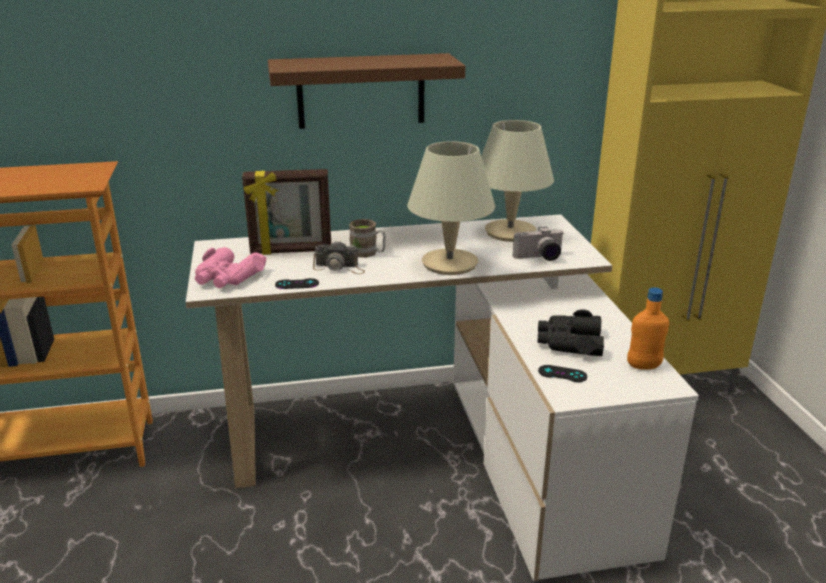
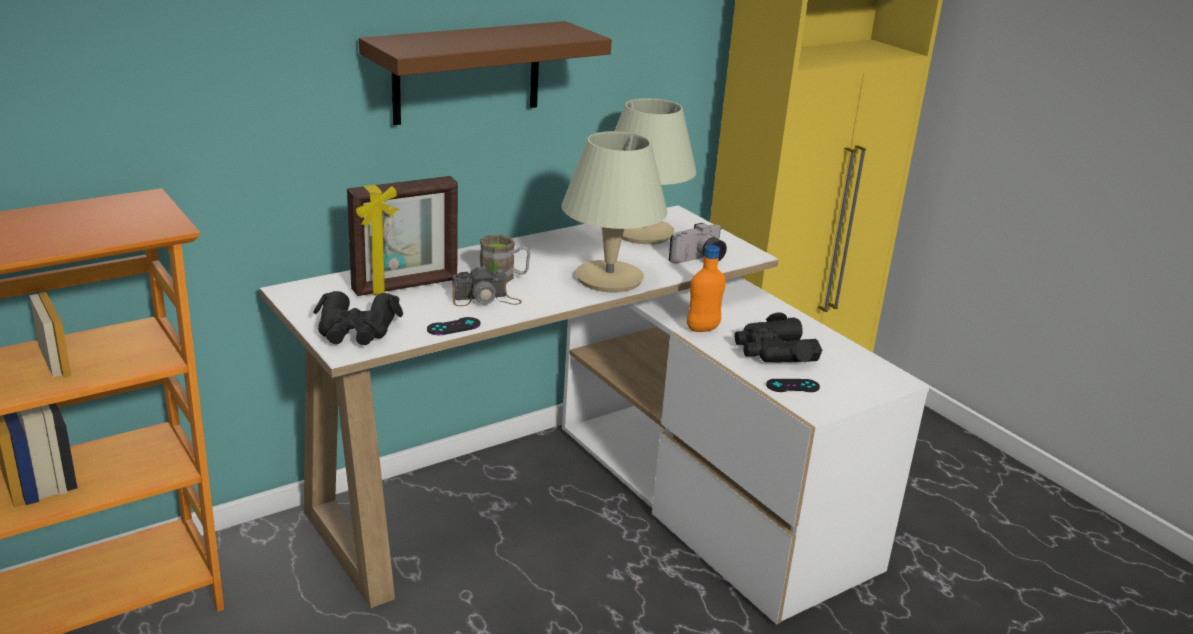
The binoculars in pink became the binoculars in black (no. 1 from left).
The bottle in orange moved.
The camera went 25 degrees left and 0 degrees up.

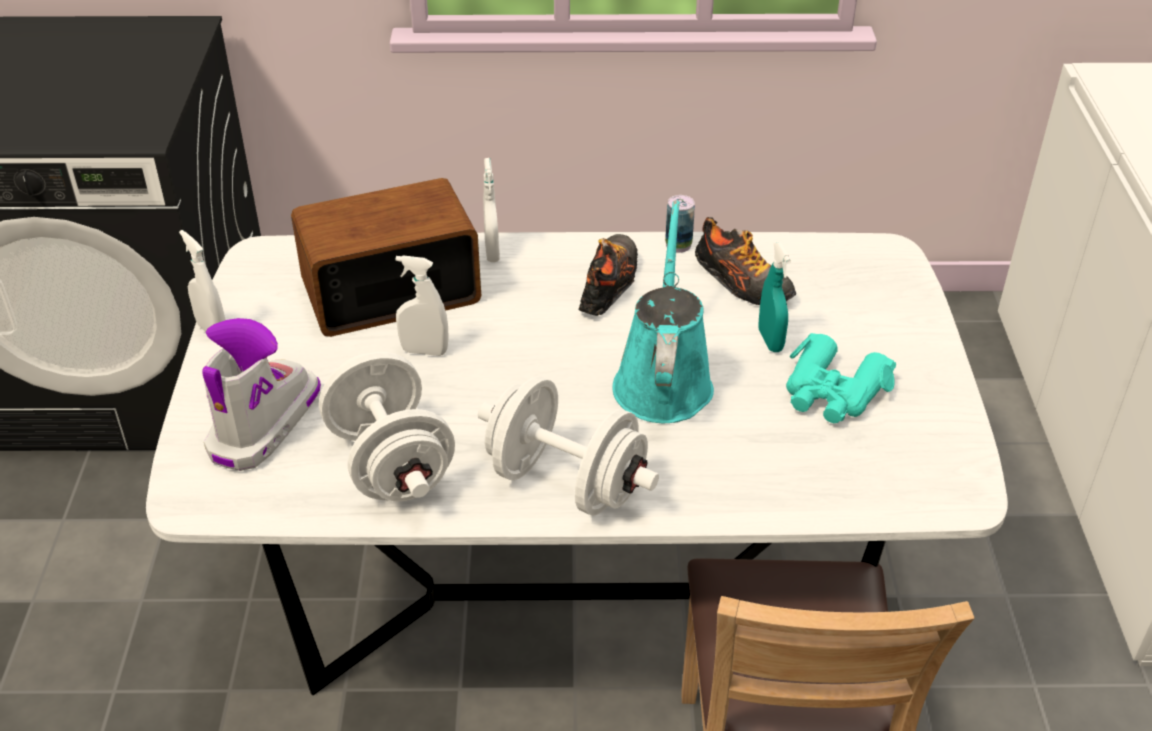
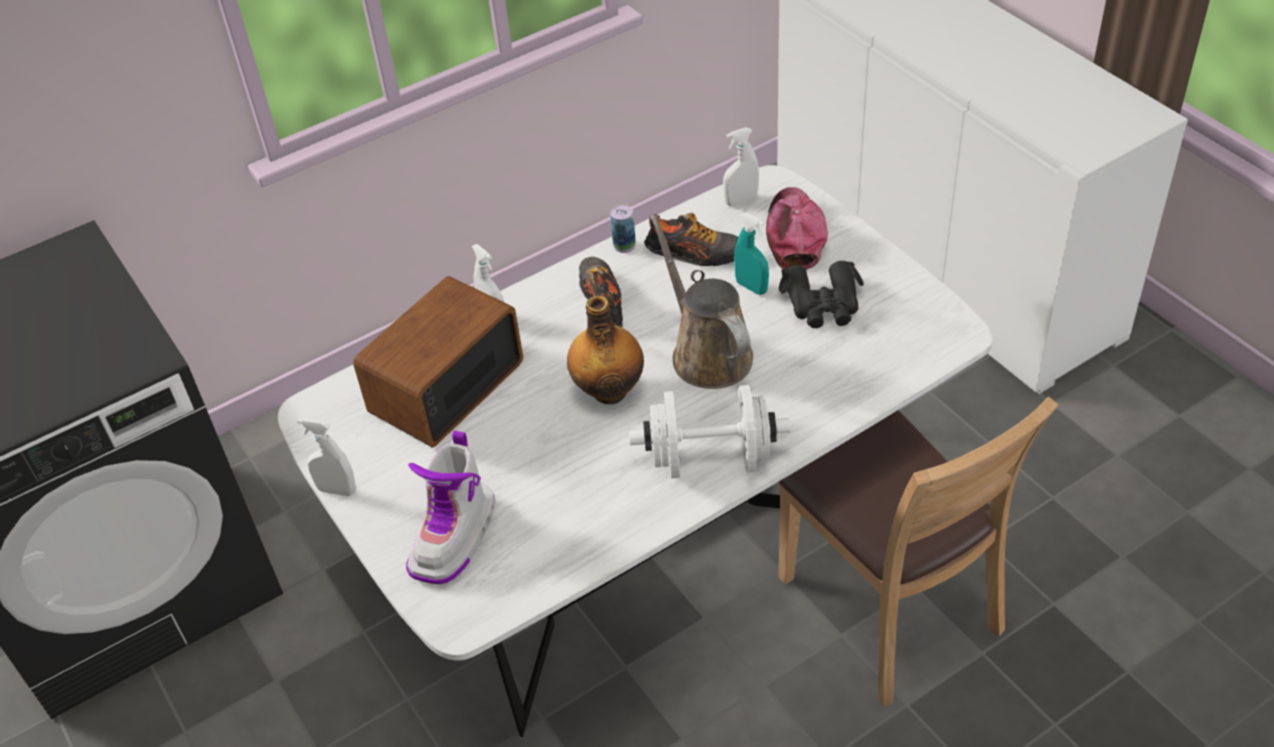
The boot turned 150 degrees counterclockwise.
The bottle appeared.
The watering can in turquoise became the watering can in brown.
The spray bottle in white (no. 2 from left in the first image) moved.
The cap appeared.
The binoculars in turquoise became the binoculars in black.
The dumbbell in white (no. 1 from left) disappeared.
The camera went 30 degrees left and 5 degrees up.

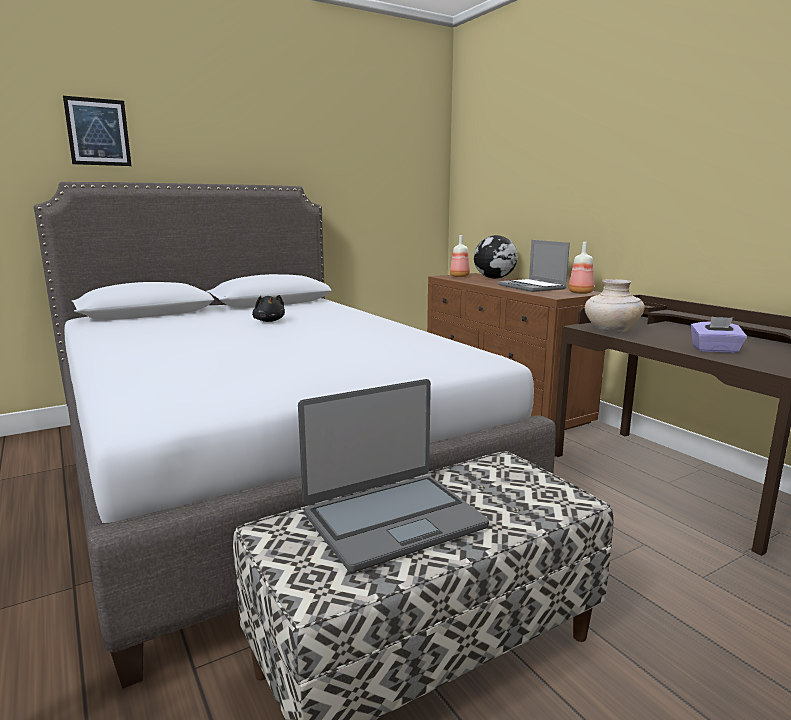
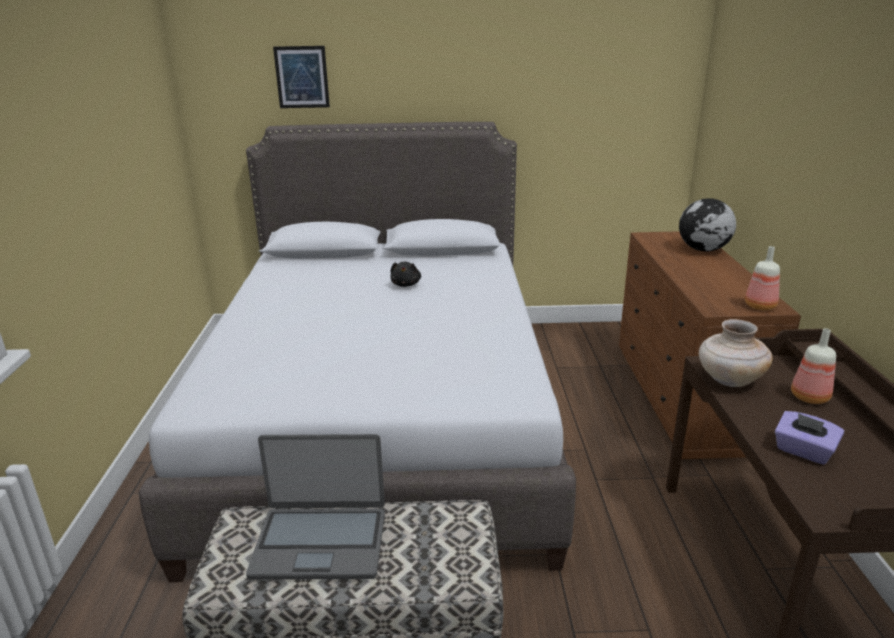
The bottle (no. 1 from left in the first image) moved.
The laptop (no. 2 from left) disappeared.
The camera went 30 degrees right and 10 degrees up.

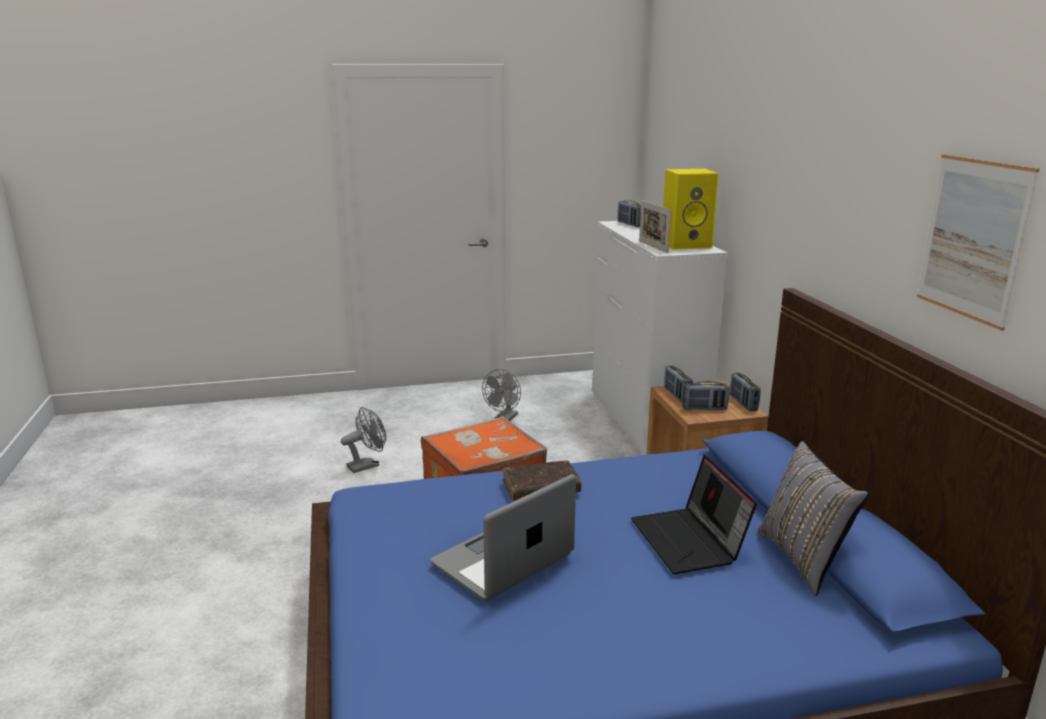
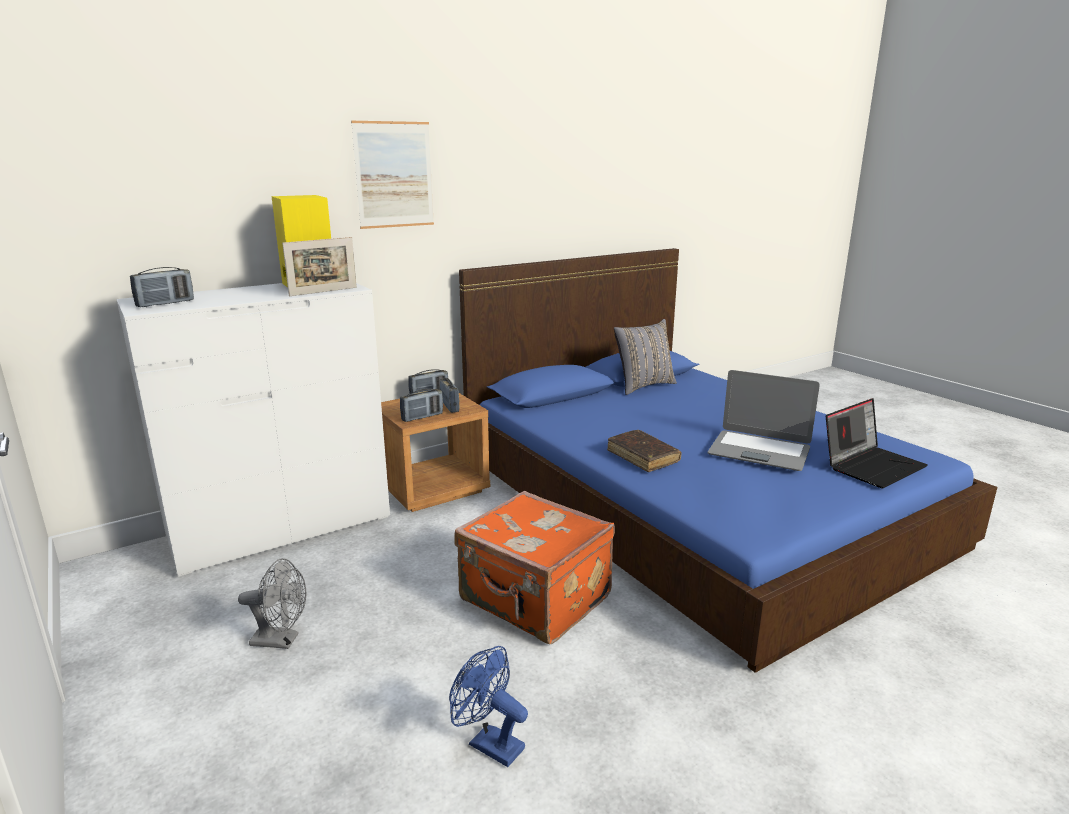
The picture moved.
The fan in grey (no. 1 from left) became the fan in blue.
The laptop (no. 2 from left) moved.
The camera went 110 degrees left and 0 degrees up.

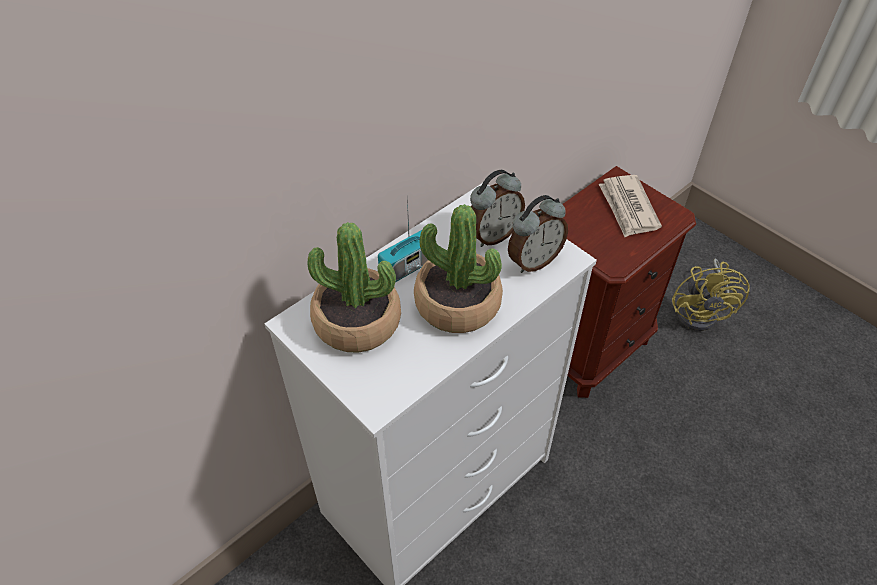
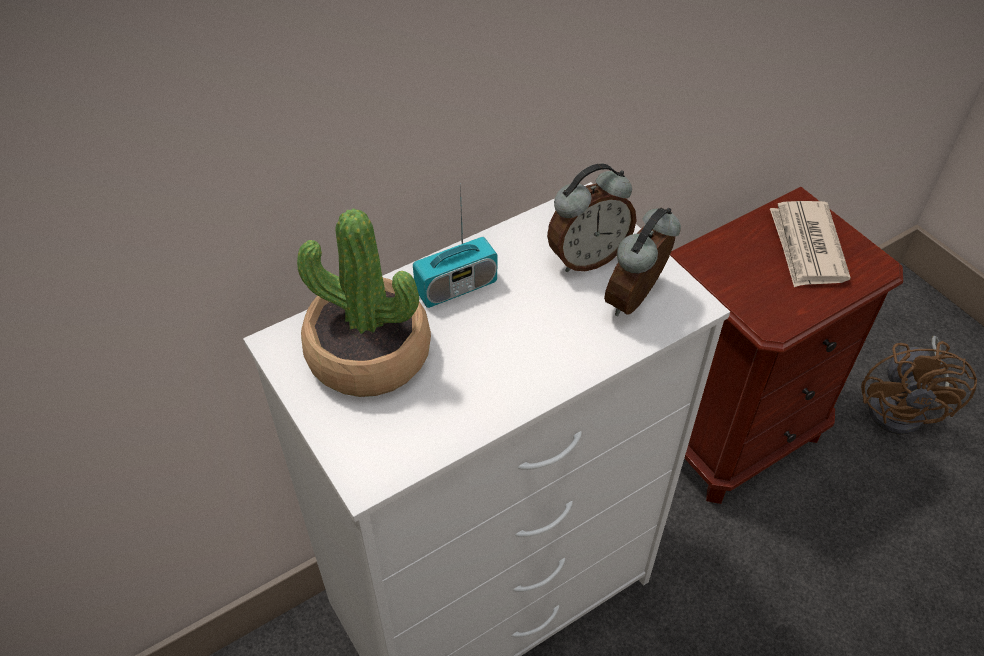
The alarm clock (no. 2 from left) turned 150 degrees clockwise.
The fan in yellow became the fan in brown.
The potted plant (no. 2 from left) disappeared.
The camera went 10 degrees right and 0 degrees up.

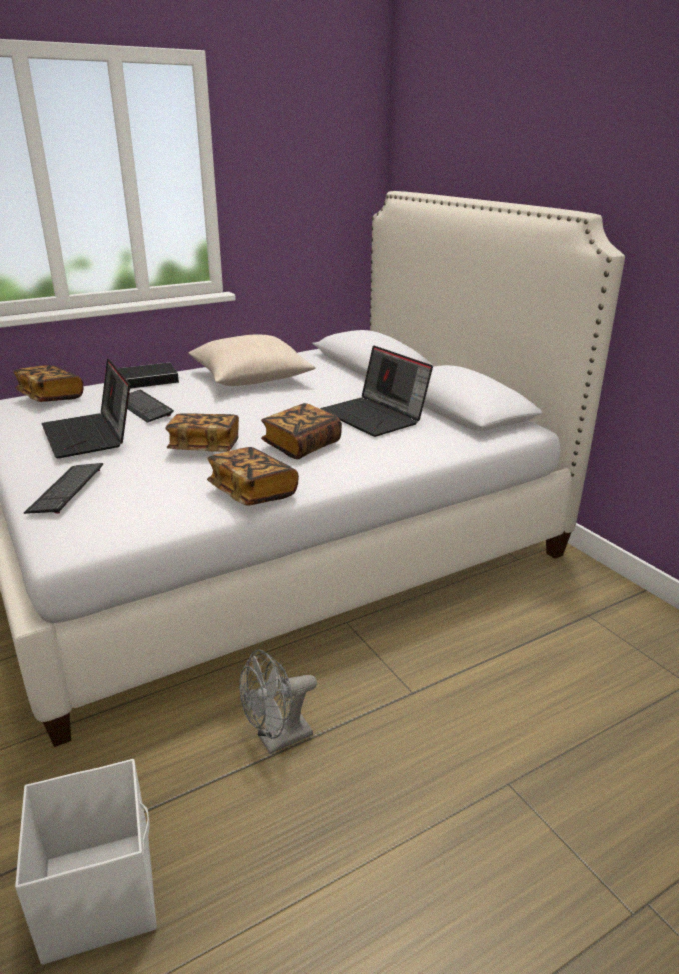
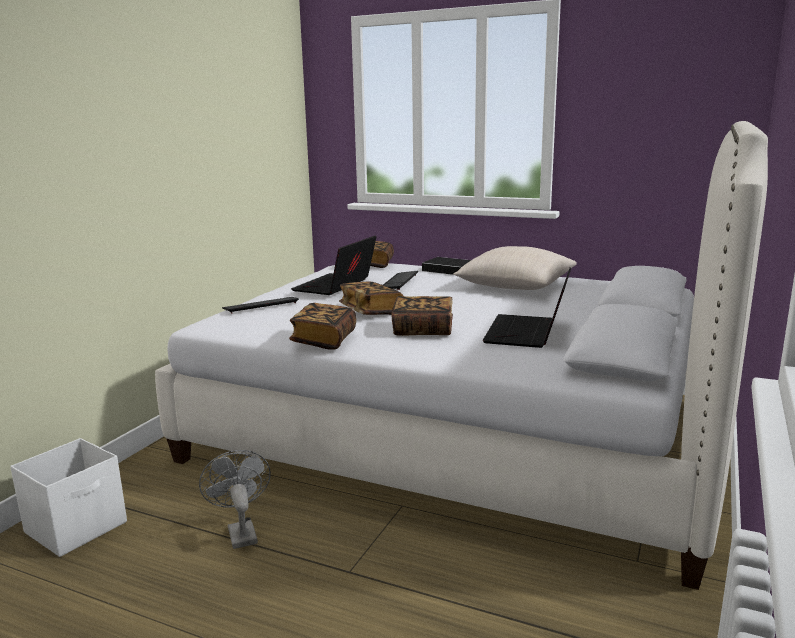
The fan in grey turned 45 degrees clockwise.
The camera went 55 degrees right and 10 degrees down.

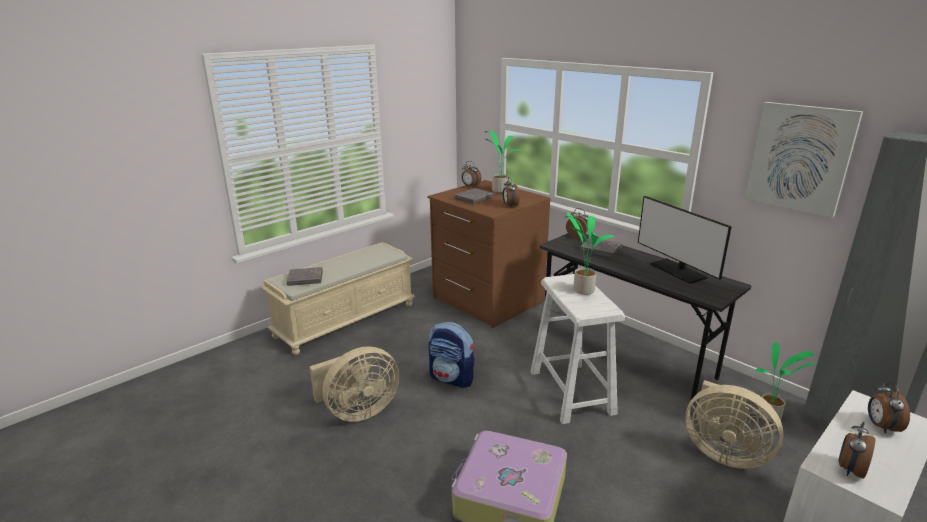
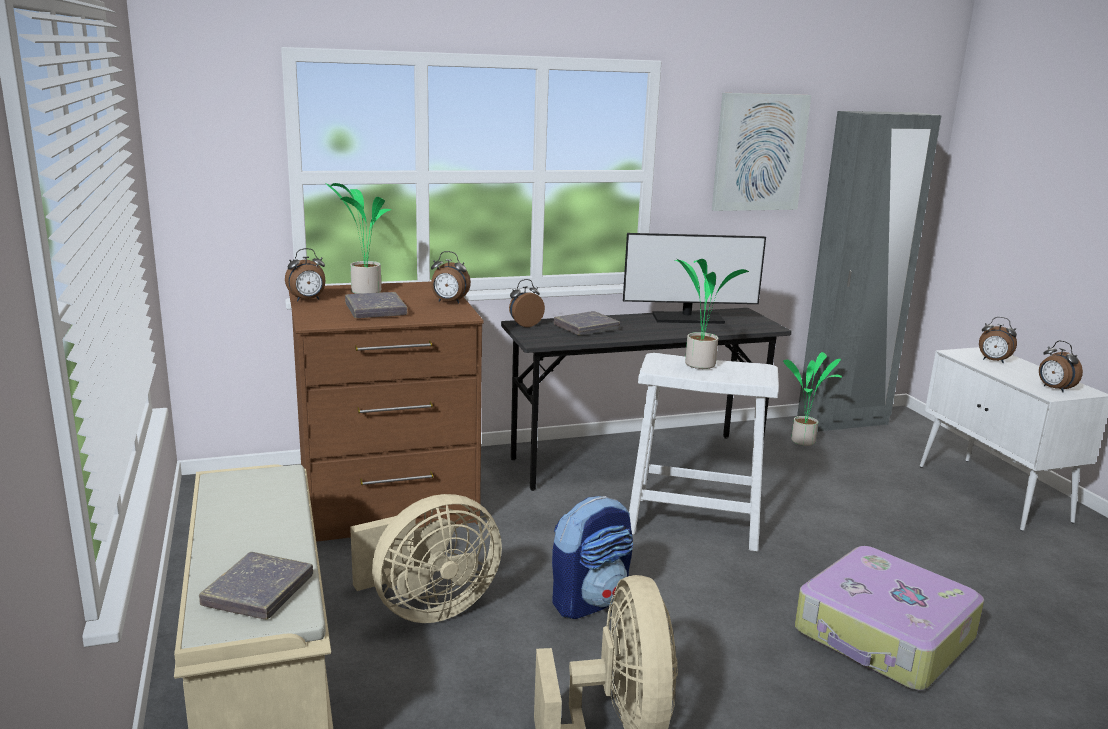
The fan in beige (no. 2 from left in the first image) moved.
The camera went 65 degrees left and 5 degrees down.

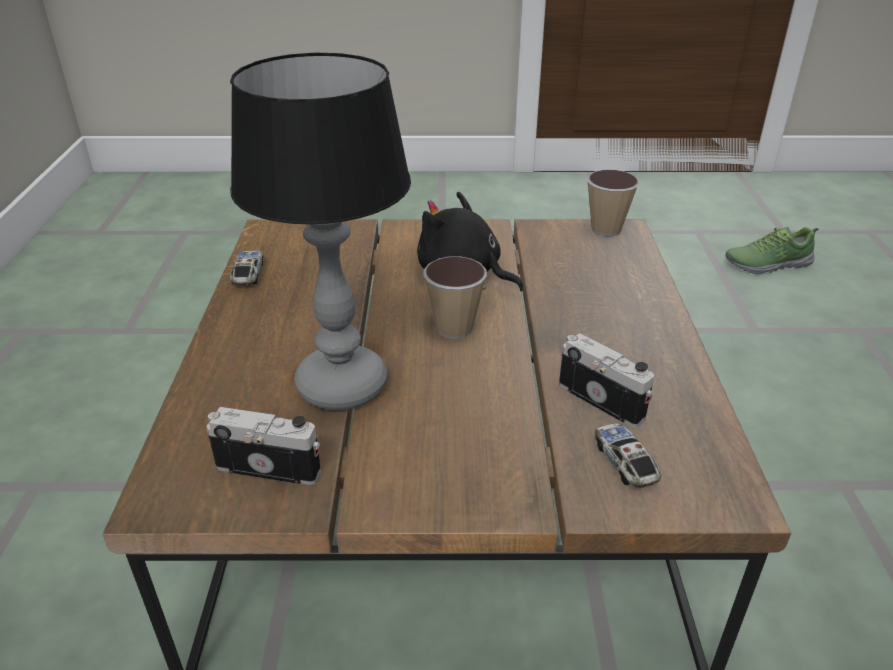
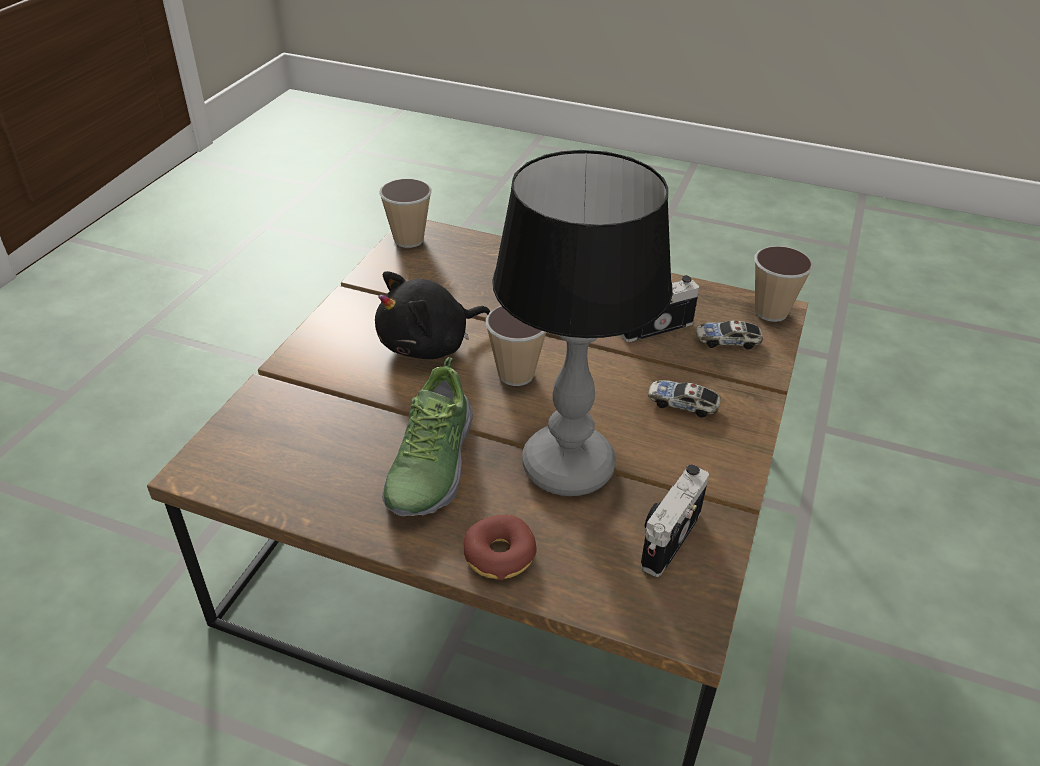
The shoe moved.
The donut appeared.
The toy car (no. 1 from left) moved.
The cup (no. 3 from left) appeared.
The camera went 70 degrees left and 5 degrees up.

